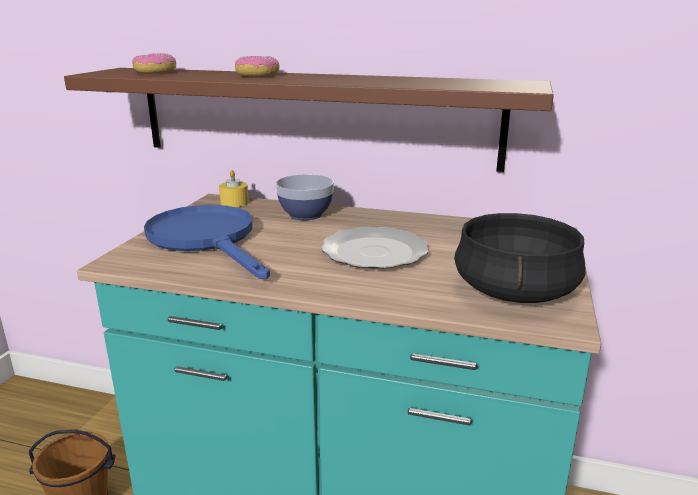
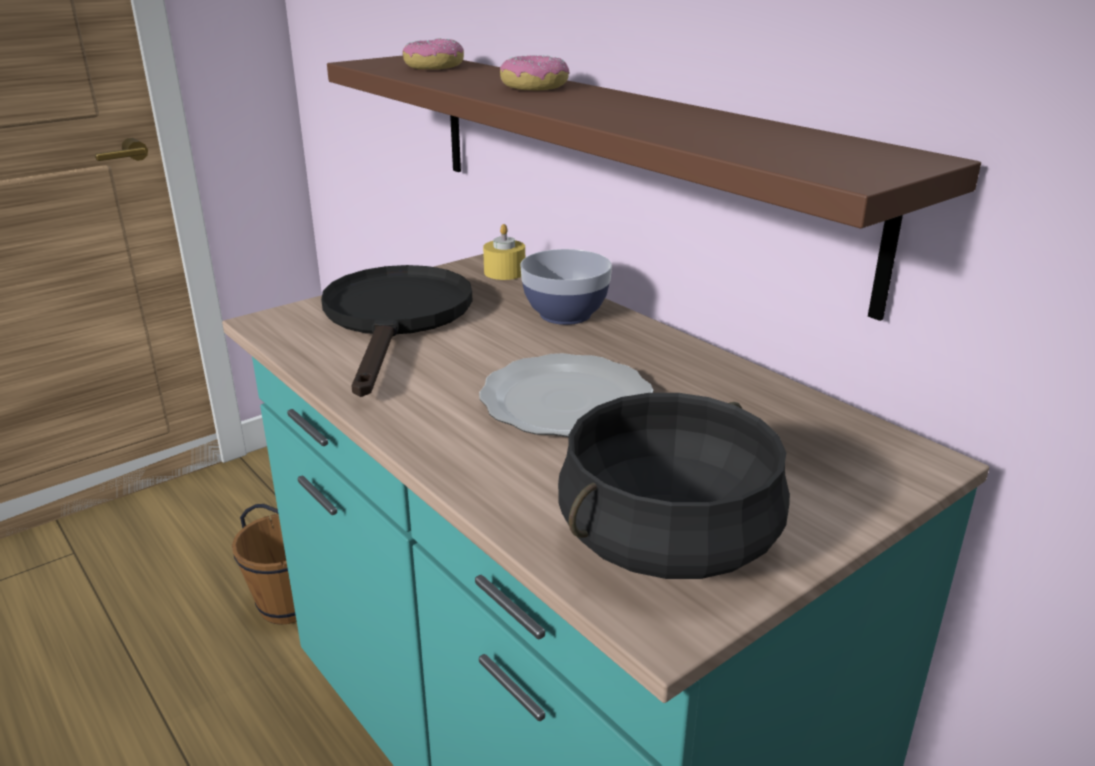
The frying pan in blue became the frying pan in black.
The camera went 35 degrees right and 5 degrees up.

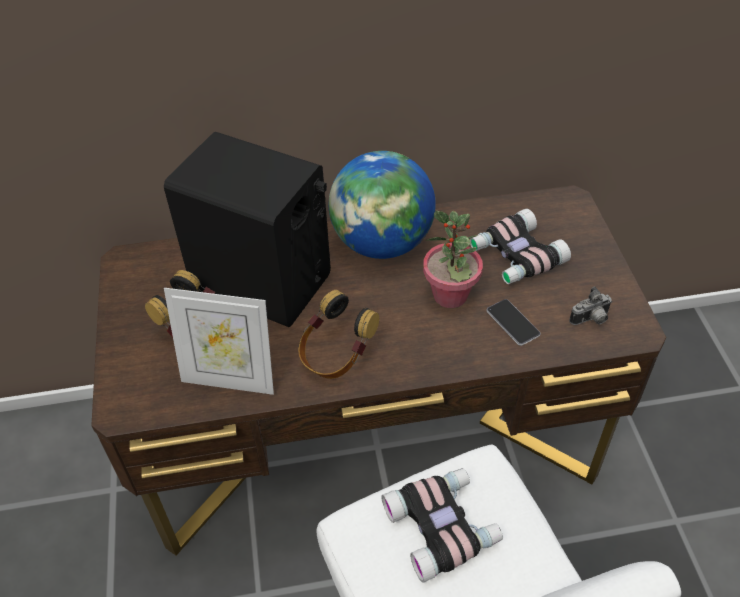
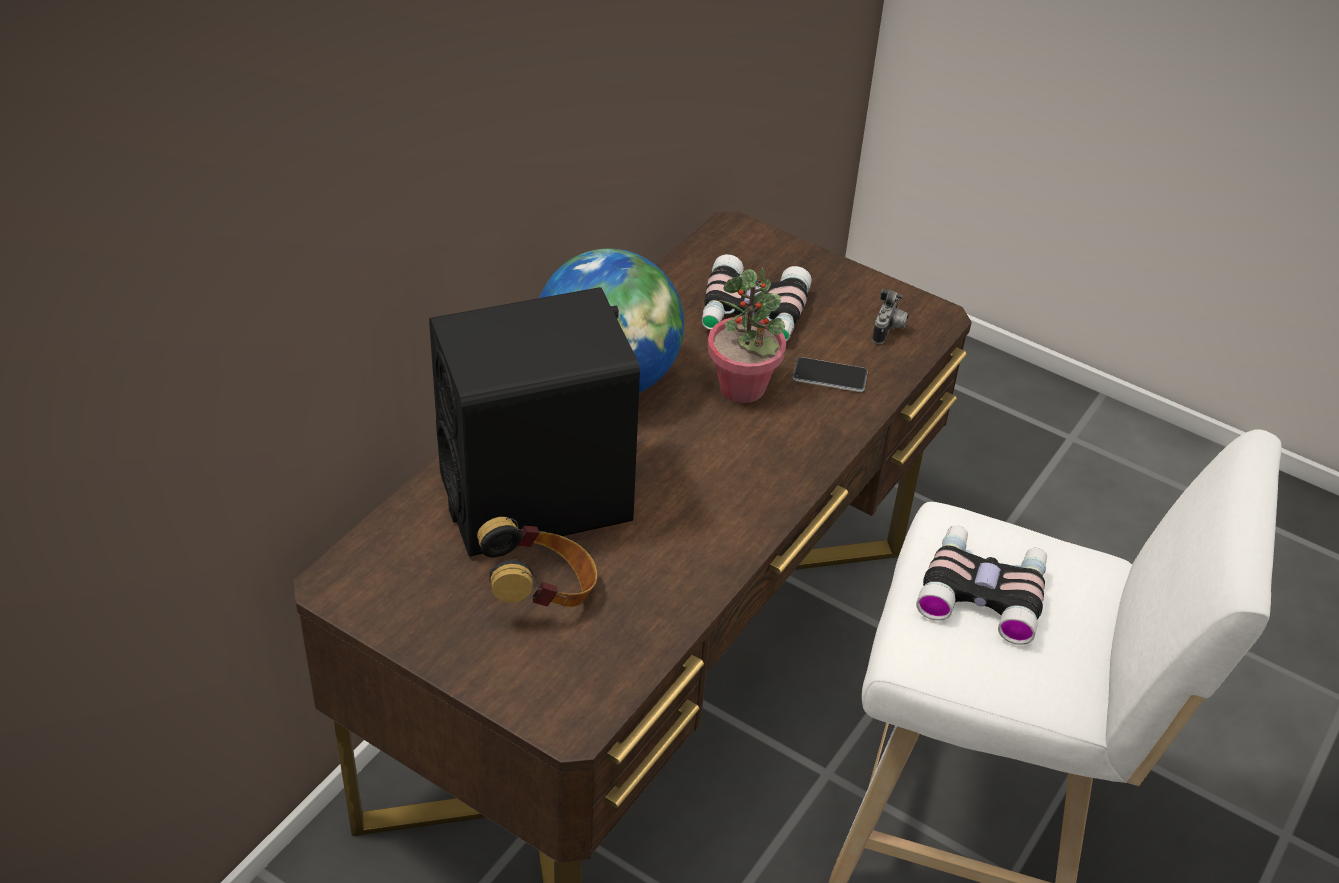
The picture frame disappeared.
The headphones (no. 2 from left) disappeared.
The camera went 50 degrees left and 5 degrees down.

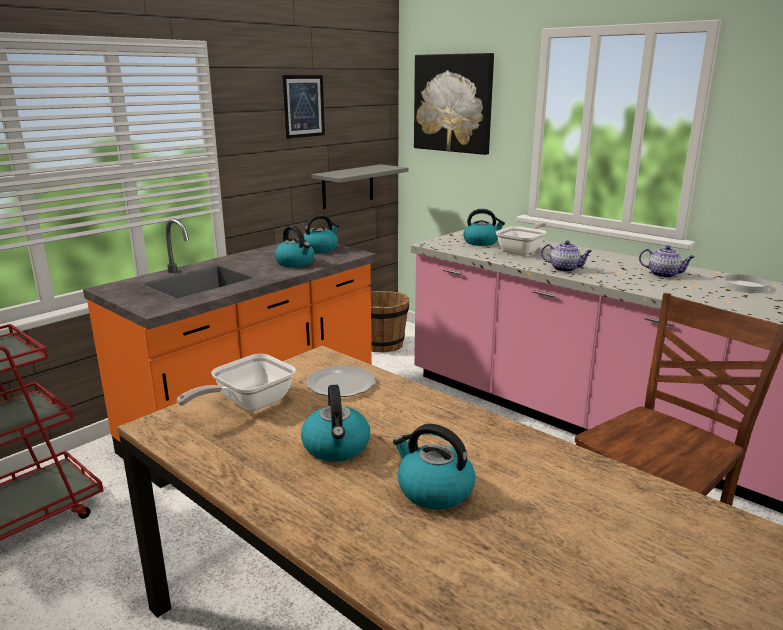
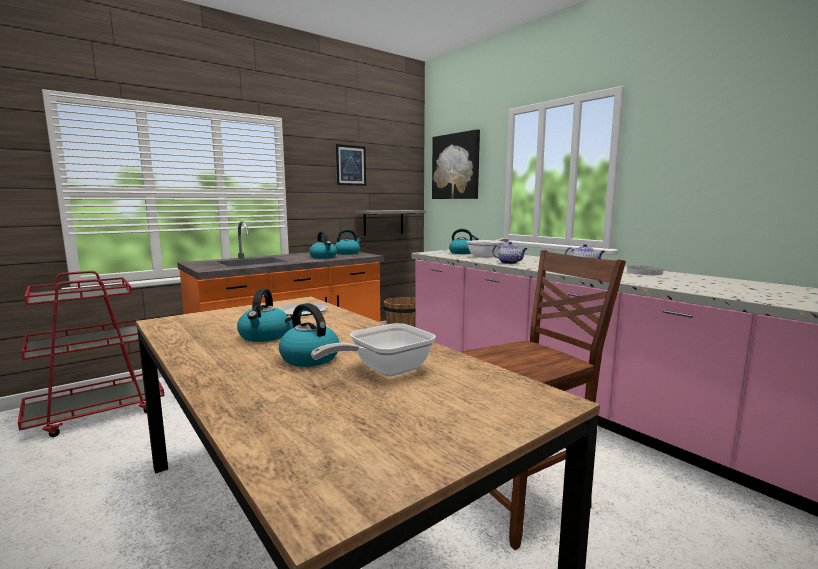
The frying pan (no. 1 from left) moved.
The camera went 10 degrees right and 10 degrees down.

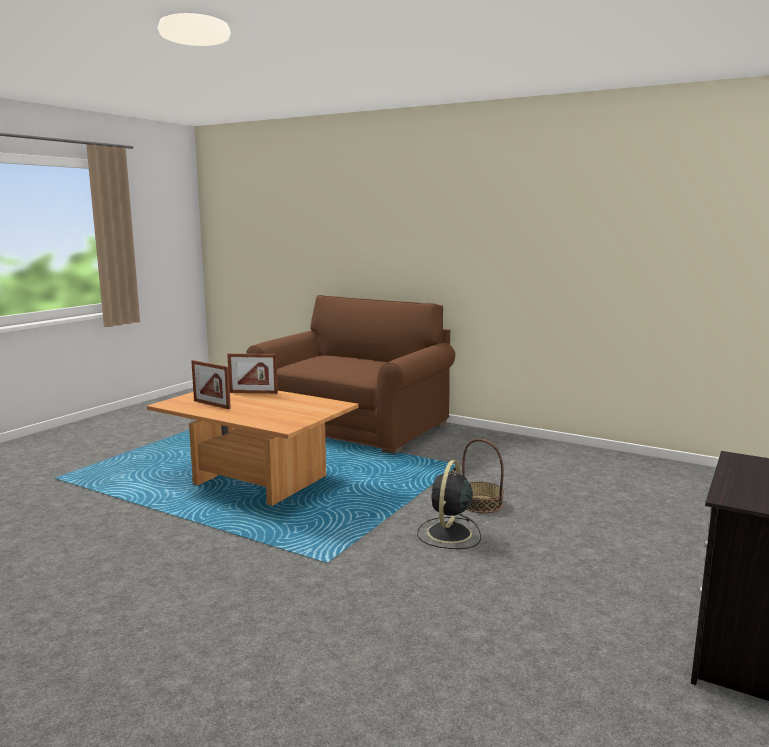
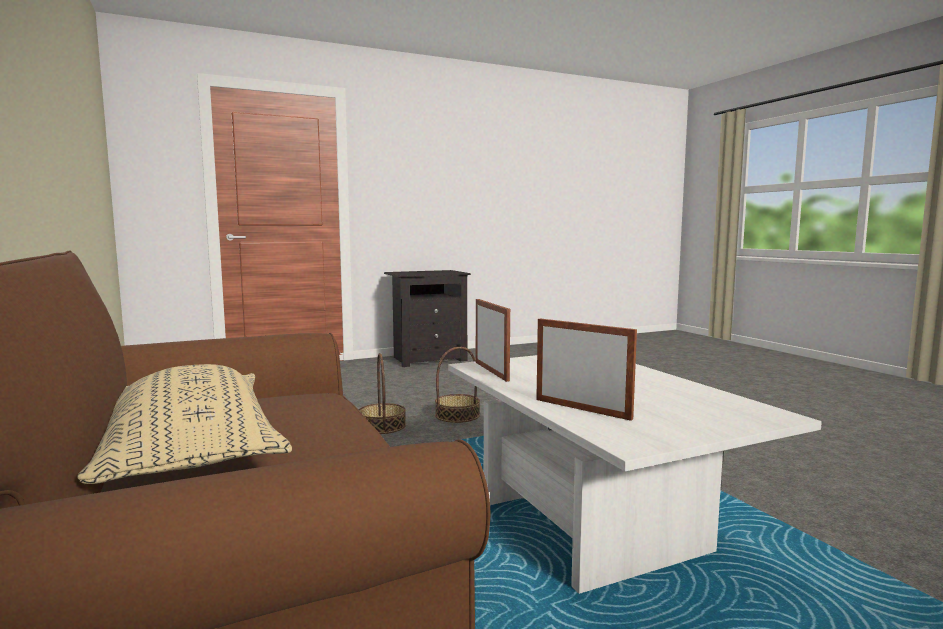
The pillow in beige appeared.
The fan in black was replaced by the basket (no. 2 from left).
The coffee table in brown became the coffee table in white.
The picture frame (no. 1 from left) moved.
The camera went 145 degrees left and 5 degrees down.

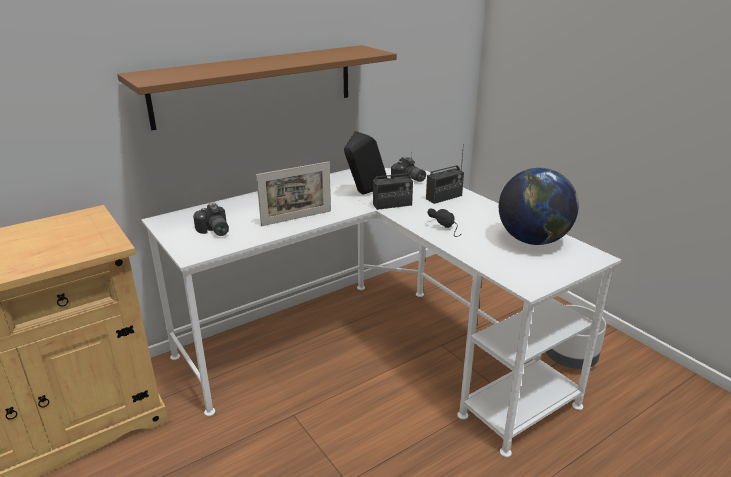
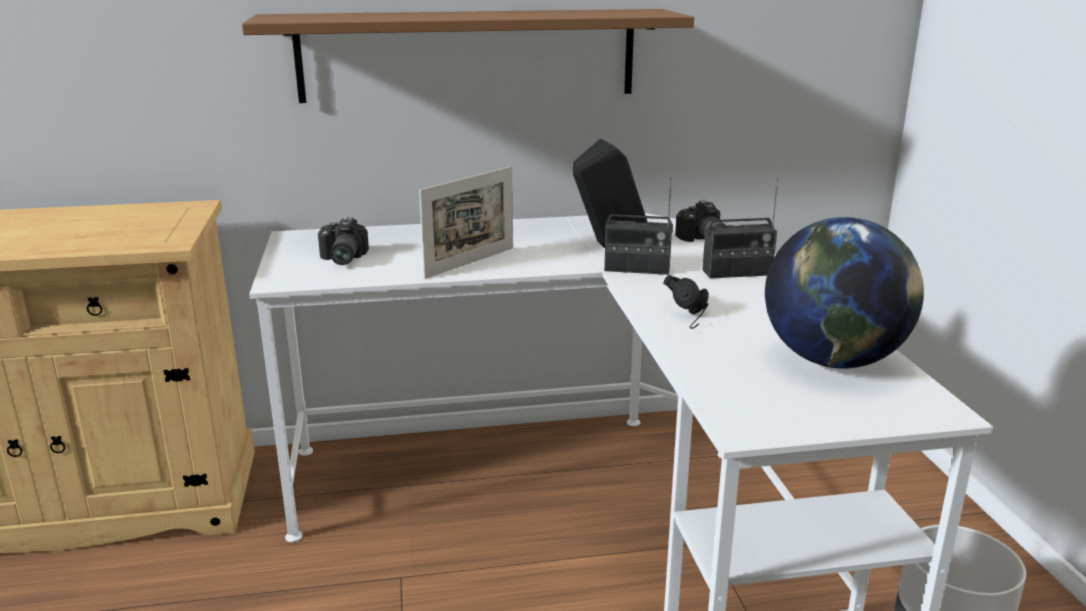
The picture frame turned 45 degrees counterclockwise.
The camera went 25 degrees right and 5 degrees down.

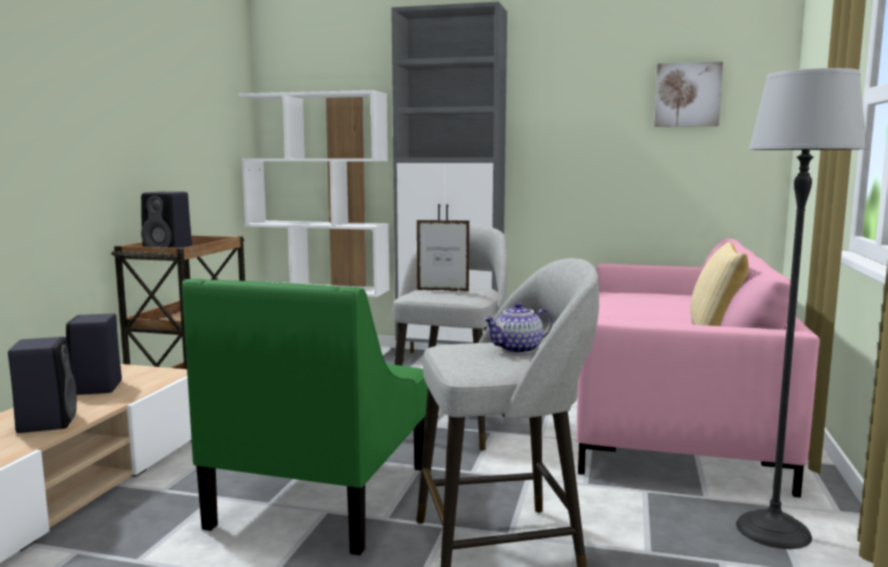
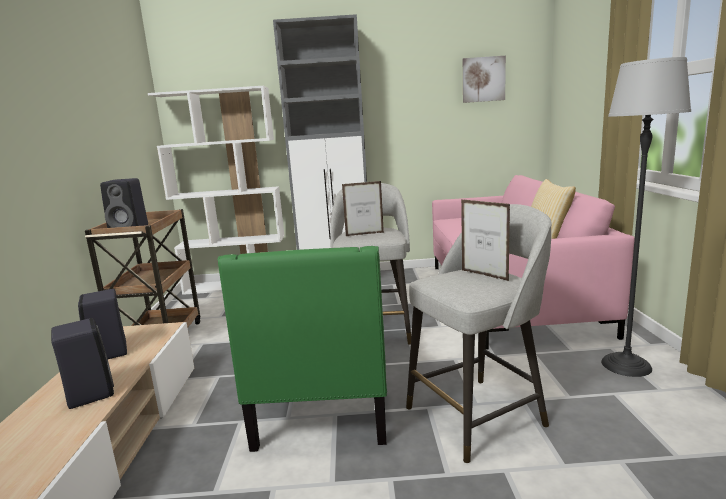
The teapot was replaced by the picture frame (no. 2 from left).
The camera went 15 degrees left and 5 degrees up.

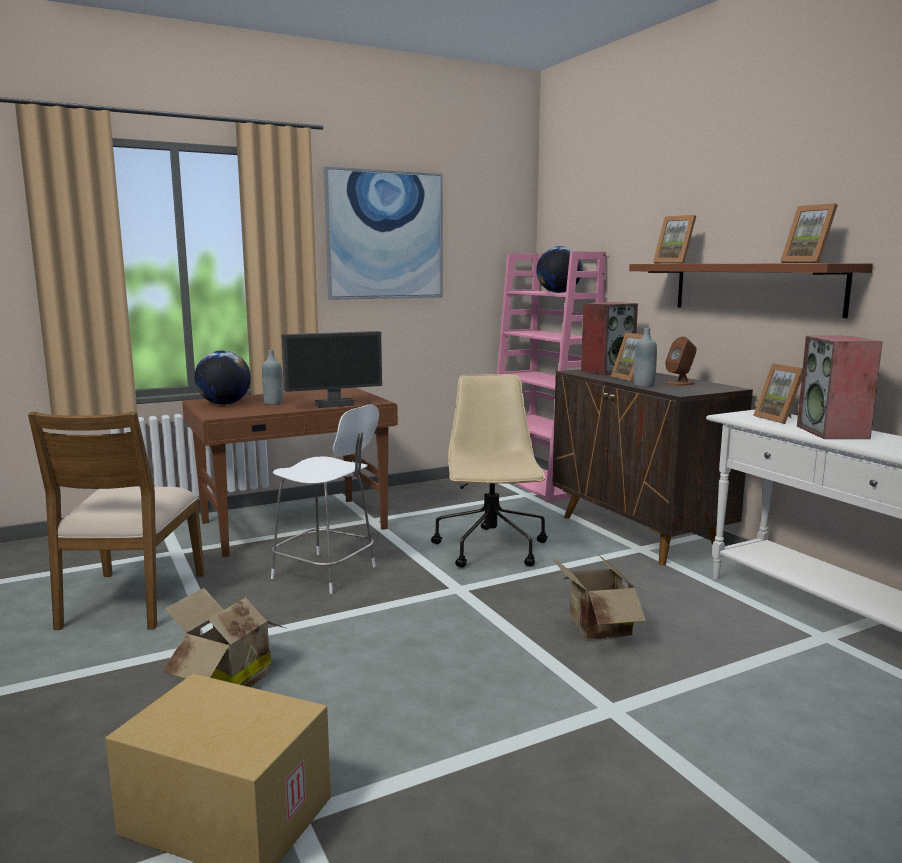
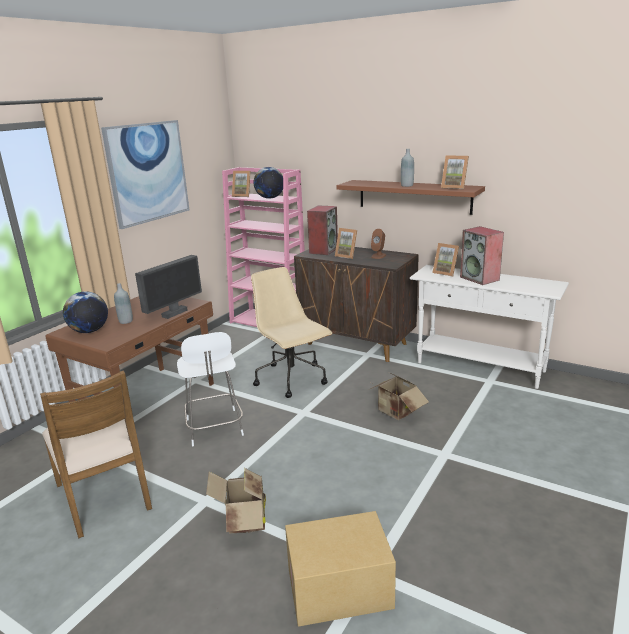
The chair in white turned 75 degrees clockwise.
The picture frame (no. 2 from left in the first image) moved.
The bottle in grey (no. 2 from left) moved.
The camera went 30 degrees left and 10 degrees up.

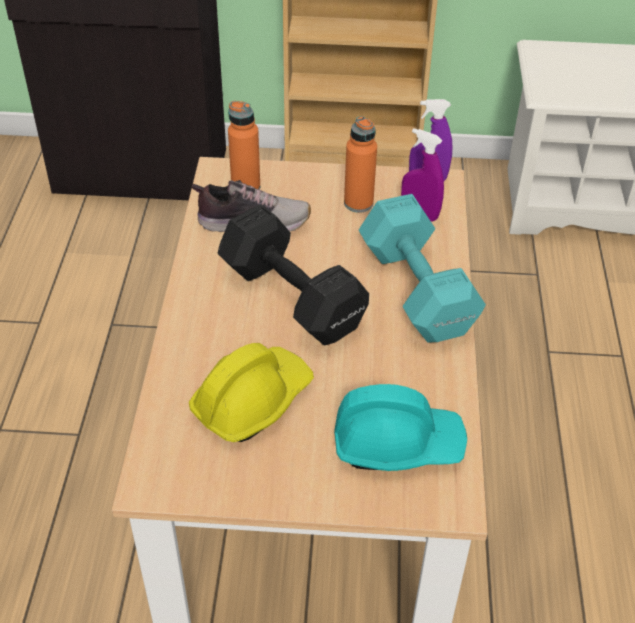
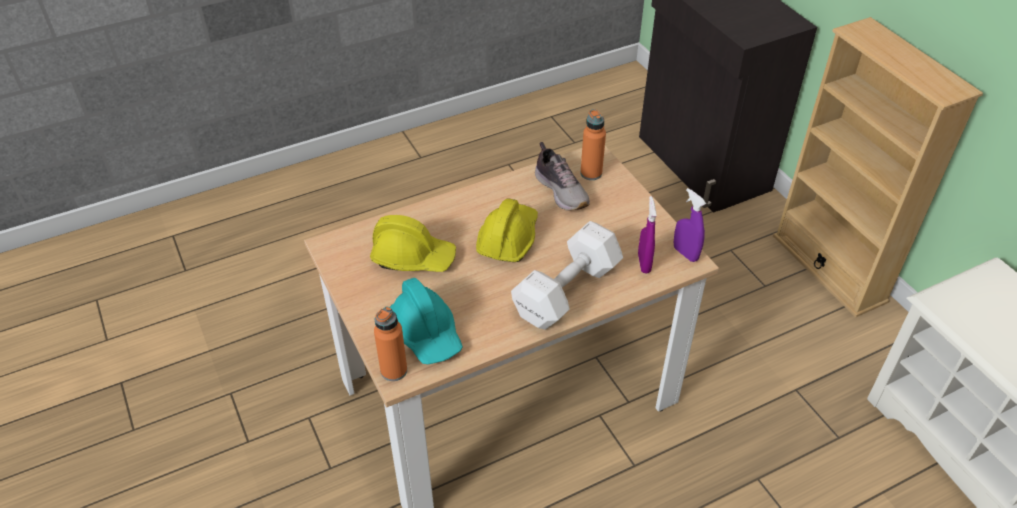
The bottle in orange (no. 2 from left in the first image) moved.
The dumbbell in black was replaced by the hard hat in yellow (no. 2 from left).
The dumbbell in turquoise became the dumbbell in white.
The camera went 60 degrees right and 0 degrees up.

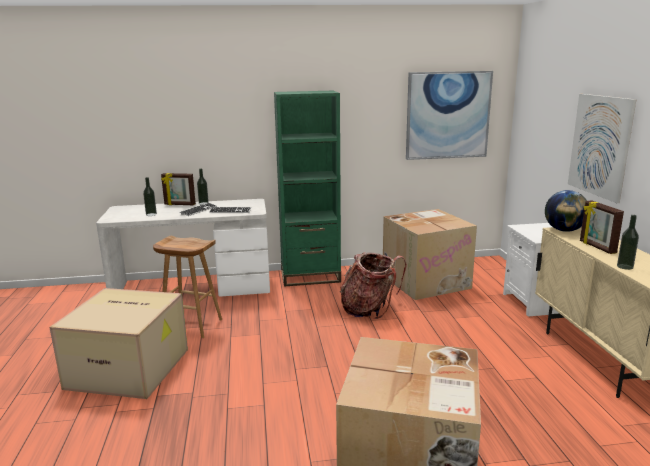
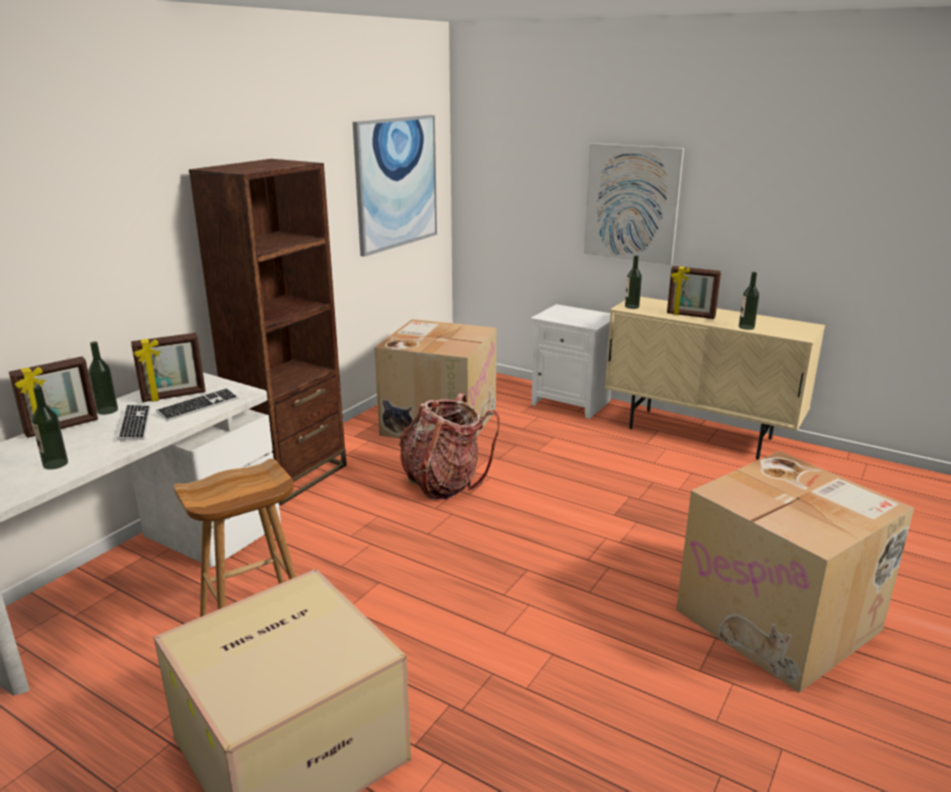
The picture frame (no. 2 from left) appeared.
The bookcase in green became the bookcase in brown.
The globe was replaced by the bottle (no. 3 from left).
The camera went 50 degrees left and 5 degrees up.

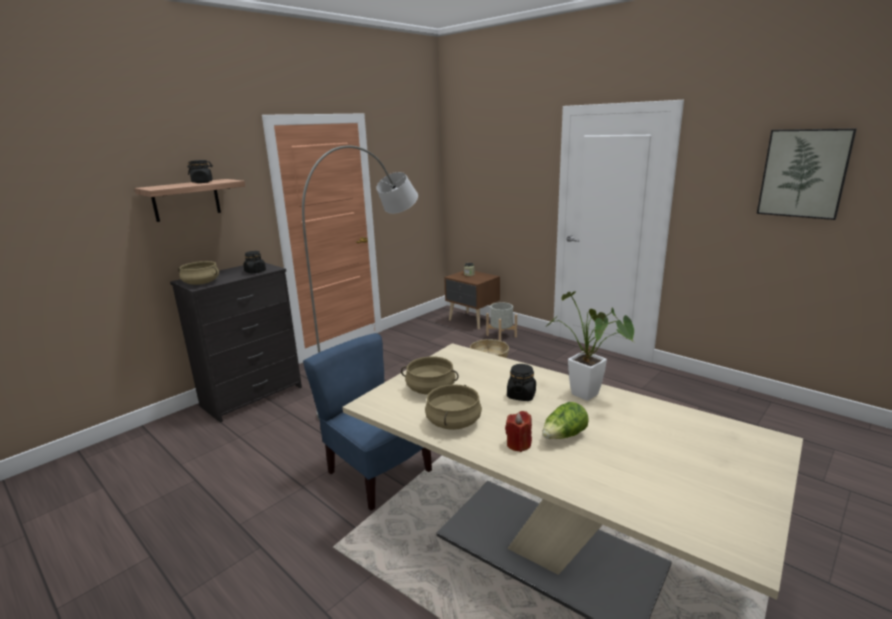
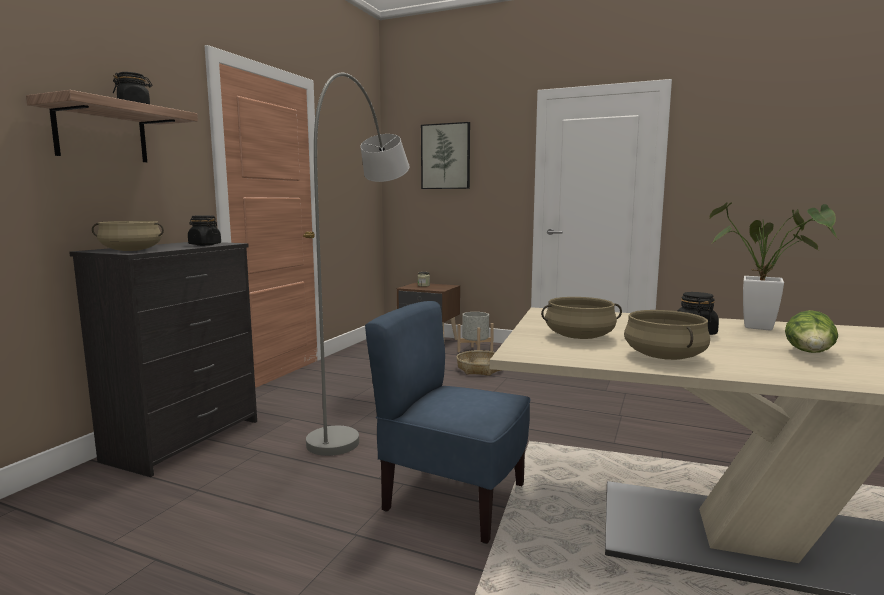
The picture moved.
The candle in red disappeared.
The camera went 20 degrees left and 10 degrees down.

